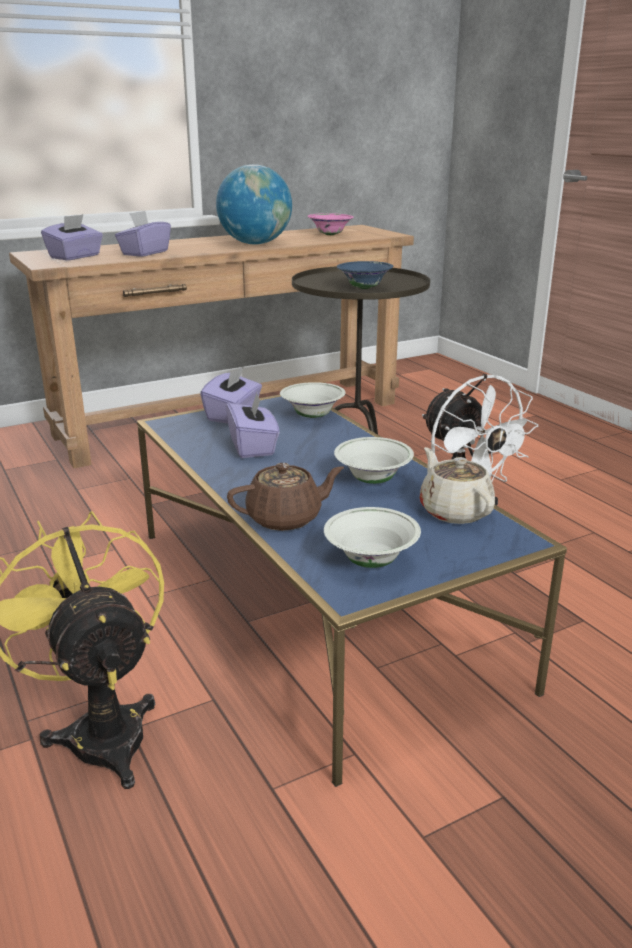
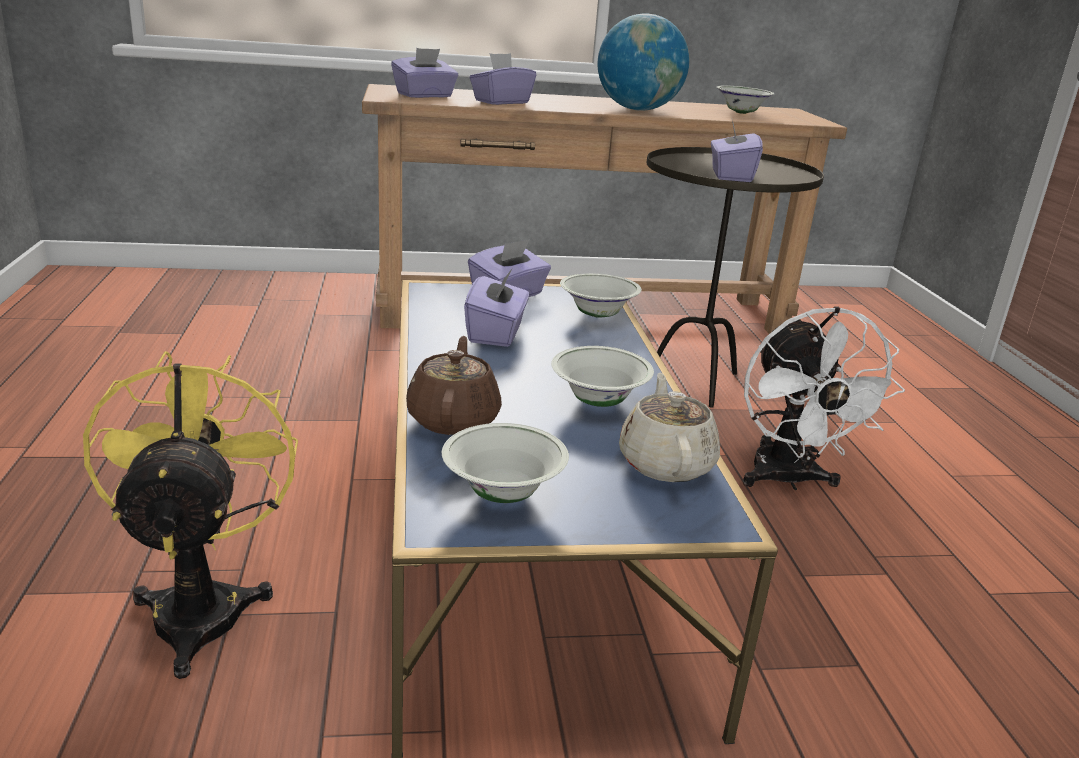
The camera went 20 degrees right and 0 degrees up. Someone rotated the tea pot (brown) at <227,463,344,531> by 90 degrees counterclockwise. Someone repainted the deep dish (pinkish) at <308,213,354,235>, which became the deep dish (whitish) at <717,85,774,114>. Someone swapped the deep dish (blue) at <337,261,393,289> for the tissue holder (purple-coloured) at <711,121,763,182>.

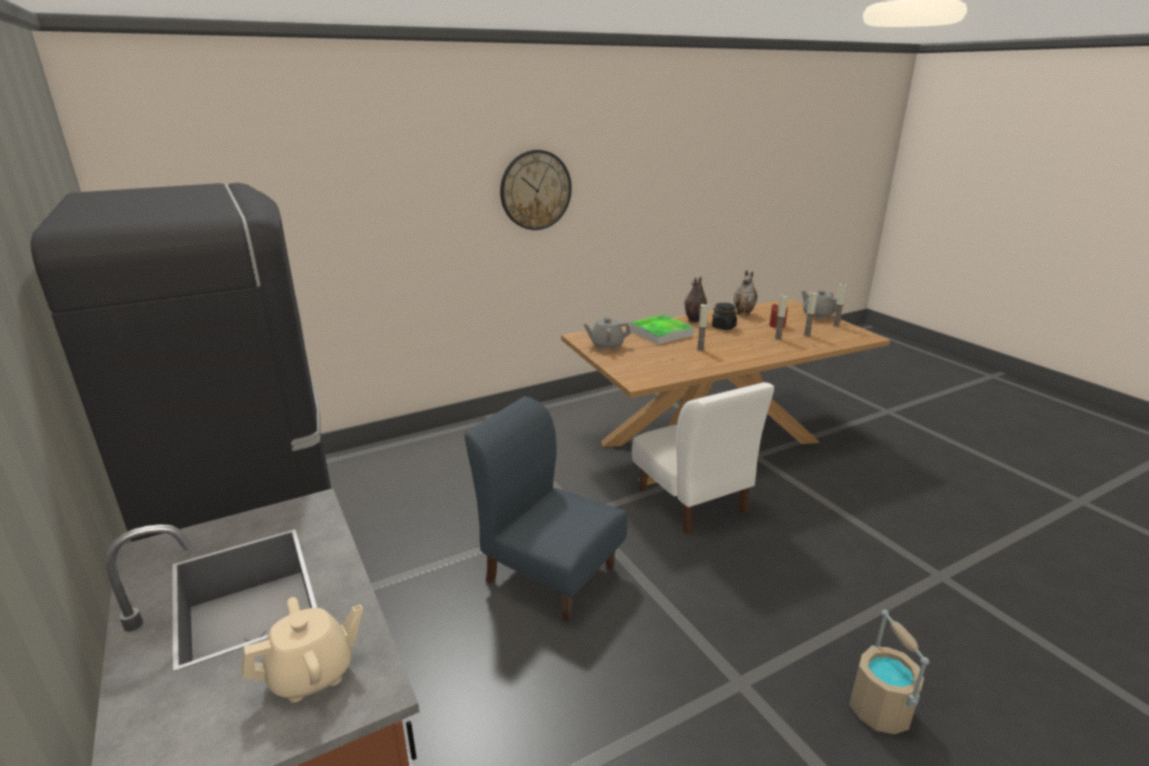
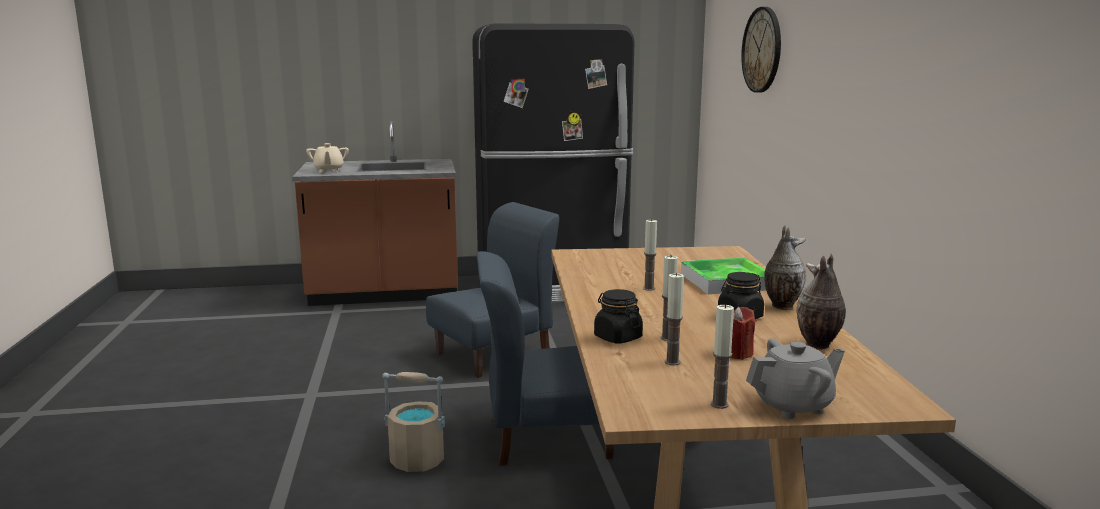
The camera went 110 degrees right and 10 degrees down. Someone carried the hanging clock from <500,150,572,230> to <741,7,781,93>. Someone took away the tea pot (greyish) at <583,316,631,350>. Someone repainted the chair (whitish) at <632,382,774,534>, which became the chair (blue) at <476,251,614,466>. Someone carried the pail (beige-coloured) from <849,610,929,734> to <382,372,445,472>. Someone put down the jar (blackish) at <594,289,643,344>.

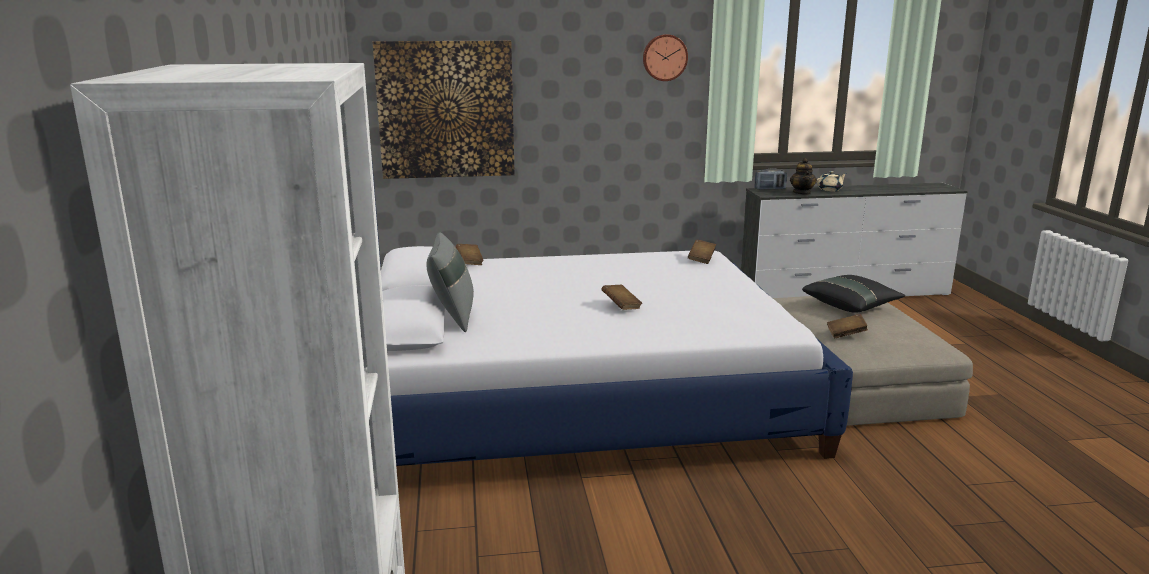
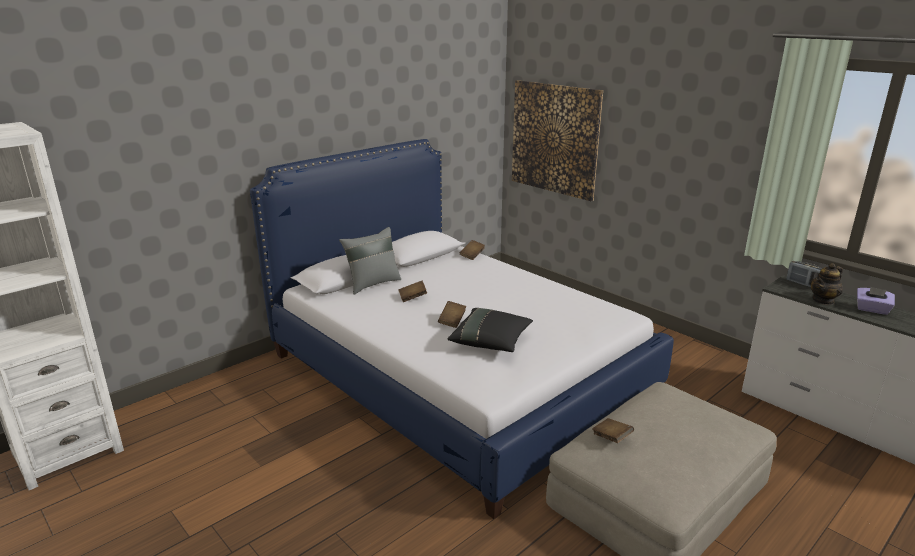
The camera went 55 degrees right and 5 degrees up. Someone took away the hanging clock at <643,34,688,81>. Someone carried the volume (brown) from <688,239,716,264> to <398,281,427,302>. Someone carried the cushion (blackish) from <802,275,905,313> to <447,308,533,352>. Someone swapped the tea pot (beige-coloured) at <816,171,847,191> for the tissue holder (purple-coloured) at <857,287,895,315>.

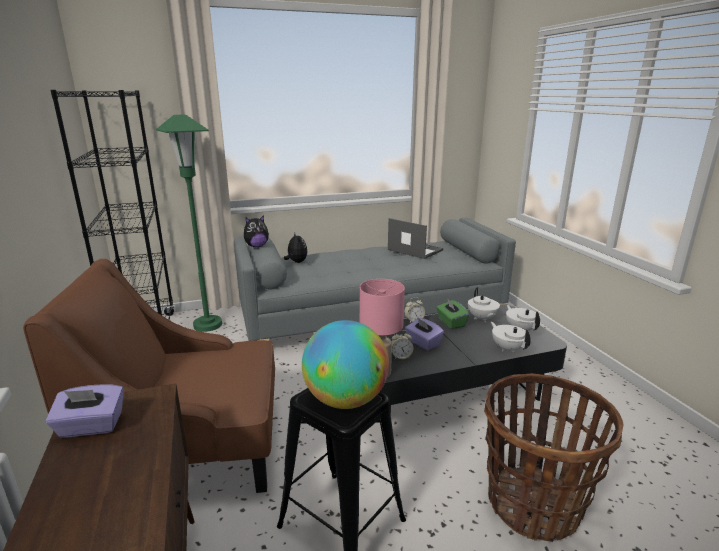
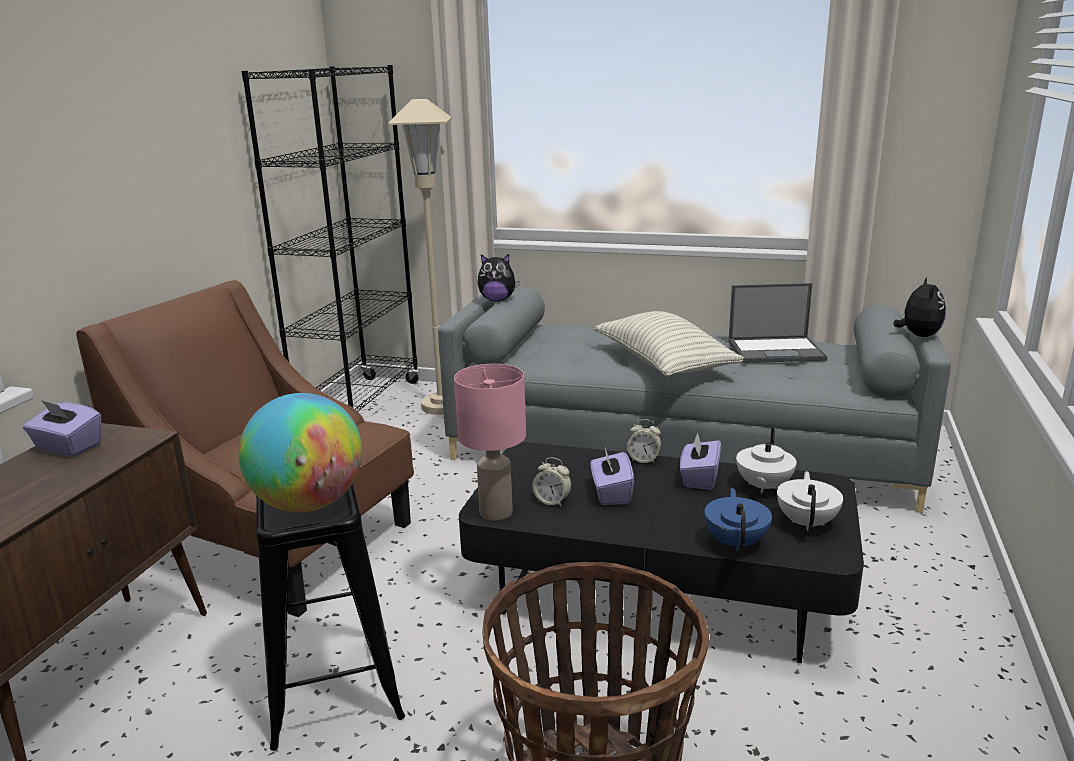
The camera went 35 degrees right and 0 degrees up. Someone repainted the standing lamp (green-coloured) at <156,115,222,332>, which became the standing lamp (beige-coloured) at <387,99,452,415>. Someone carried the soft toy from <284,233,308,263> to <893,277,946,337>. Someone rotated the laptop at <388,218,443,259> by 105 degrees clockwise. Someone repainted the tissue holder (green-coloured) at <436,298,469,329>, which became the tissue holder (purple-coloured) at <680,432,721,490>. Someone repainted the tea pot (whitish) at <491,322,531,353>, which became the tea pot (blue) at <705,488,772,552>. Someone put down the cushion at <594,311,744,377>.

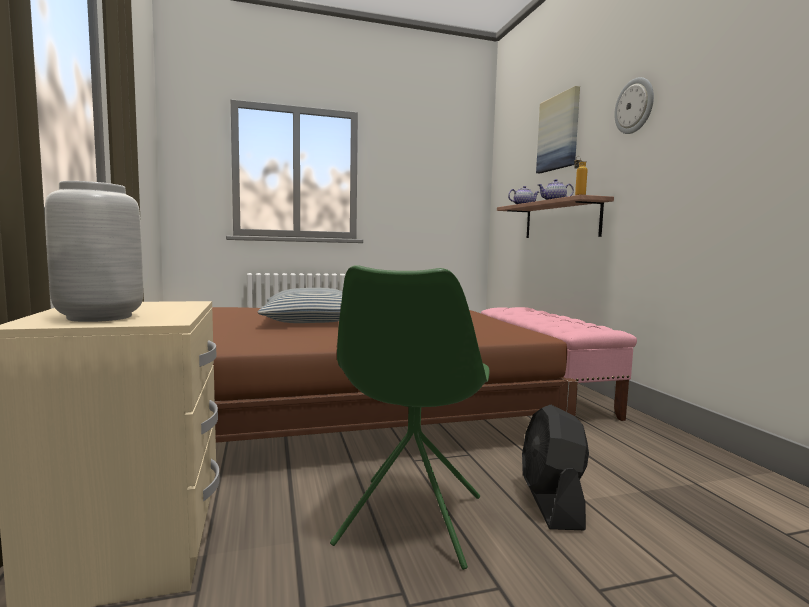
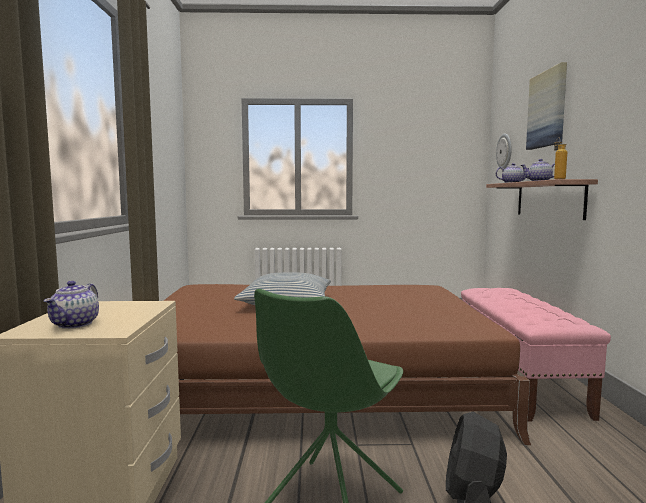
The camera went 15 degrees right and 0 degrees up. Someone swapped the flower vase (greyish) at <45,181,143,322> for the tea pot at <44,281,99,329>. Someone carried the hanging clock from <614,77,654,134> to <496,134,512,169>.

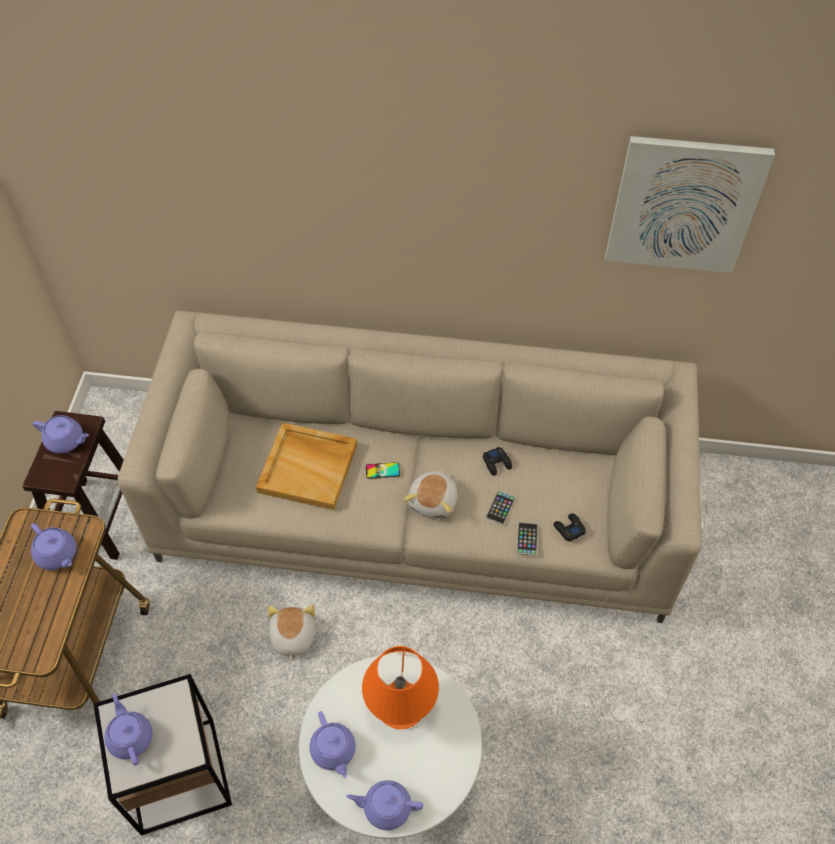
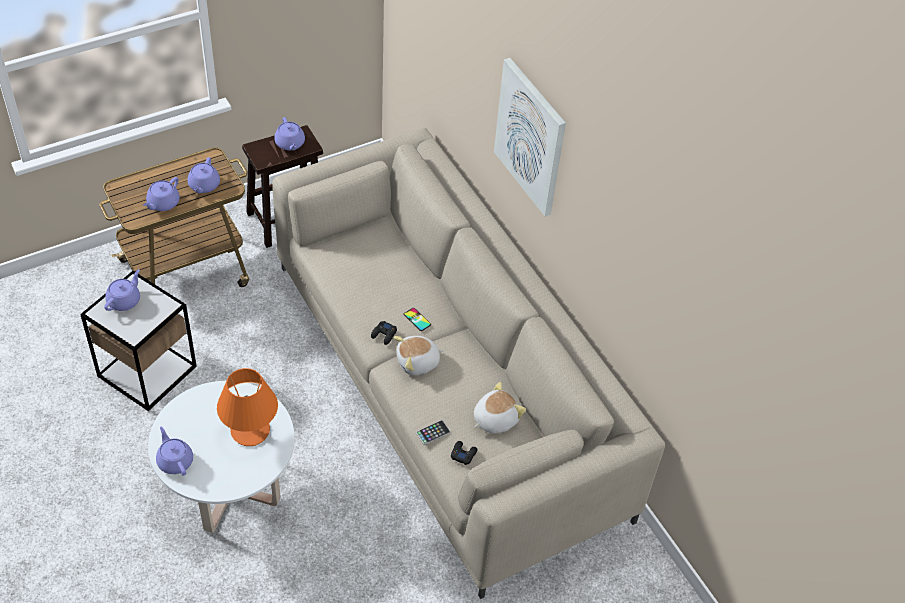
The camera went 50 degrees right and 5 degrees down. Someone took away the carrying tray (beige-coloured) at <256,423,357,510>. Someone carried the soft toy from <268,605,315,663> to <474,382,526,434>. Someone carried the tea pot (purple-coloured) from <309,711,356,778> to <143,177,180,211>. Someone carried the joypad (blackish) from <483,447,512,476> to <371,321,397,345>. Someone took away the telephone at <486,491,515,525>. Someone carried the wall picture from <605,136,775,273> to <494,58,566,217>.

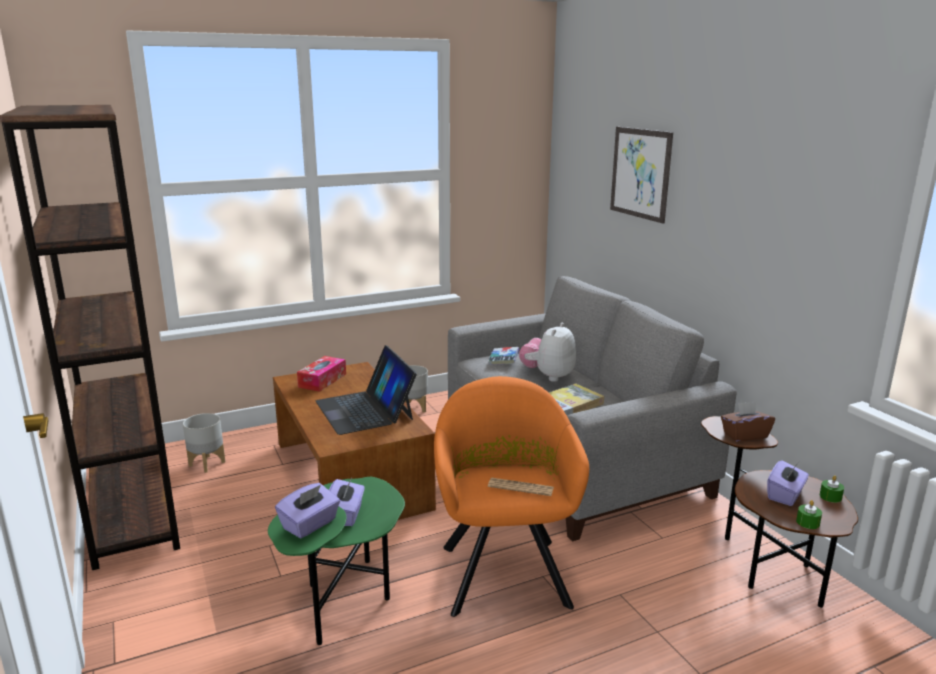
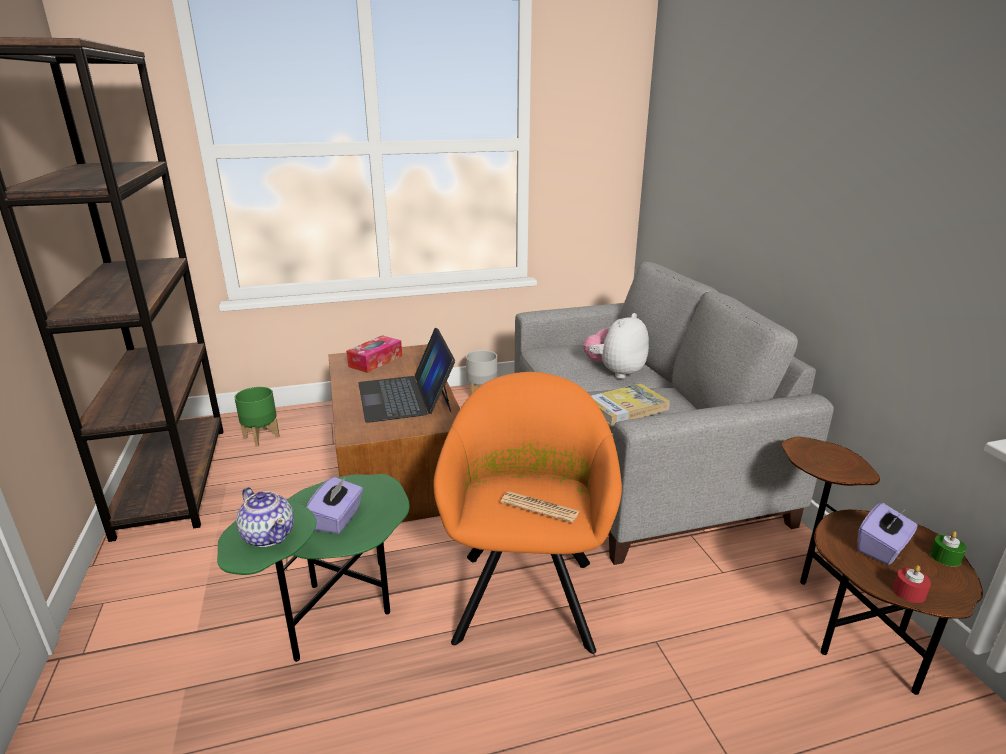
The camera went 10 degrees right and 5 degrees up. Someone repainted the plant pot (greyish) at <183,413,225,473>, which became the plant pot (green-coloured) at <234,387,280,446>. Someone swapped the tissue holder (purple-coloured) at <275,483,340,539> for the tea pot at <236,487,294,547>. Someone took away the volume at <488,347,519,365>. Someone took away the wall picture at <610,127,673,224>. Someone took away the tissue holder (brown) at <721,401,775,442>. Someone repainted the wax candle (green-coloured) at <796,500,822,529>, which became the wax candle (reddish) at <893,565,931,603>.

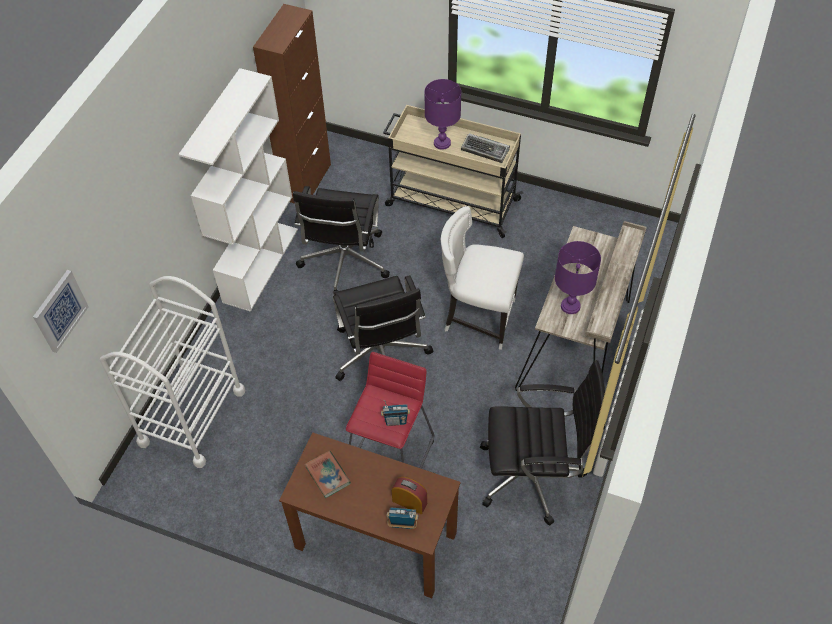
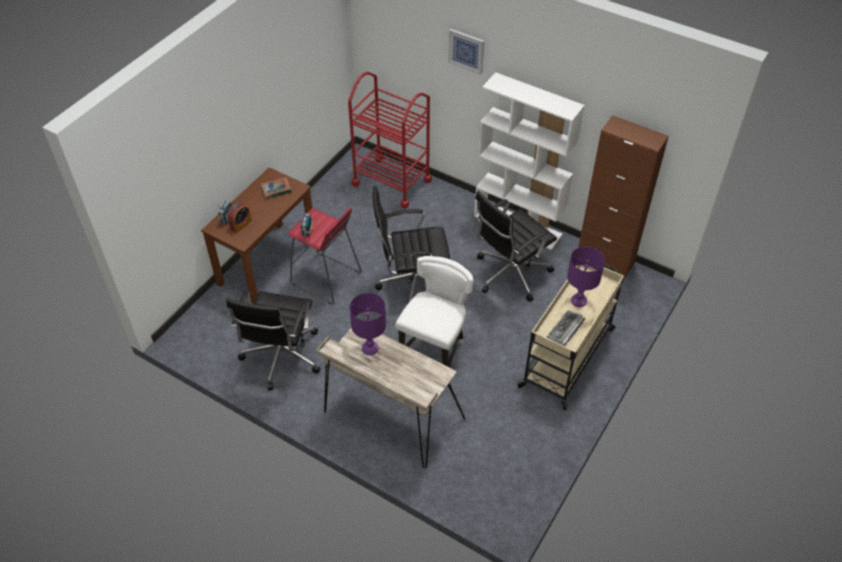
The camera went 100 degrees right and 5 degrees down. Someone carried the wall picture from <33,270,89,353> to <448,29,484,75>. Someone repainted the wheeled cart (whitish) at <100,276,245,468>, which became the wheeled cart (reddish) at <348,72,432,209>. Someone rotated the office chair (blackish) at <293,186,390,294> by 60 degrees counterclockwise.

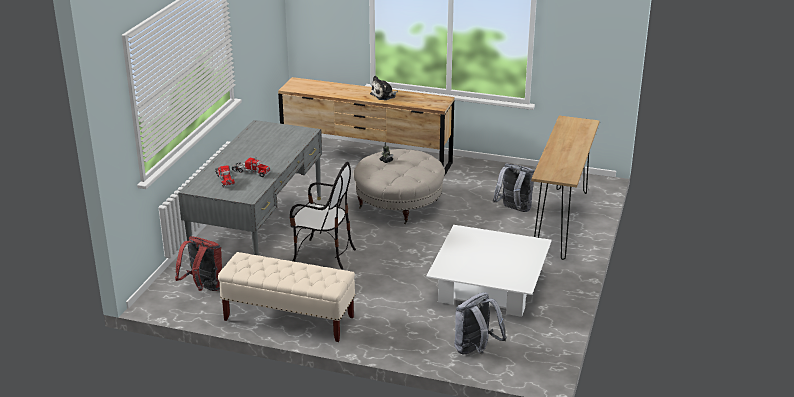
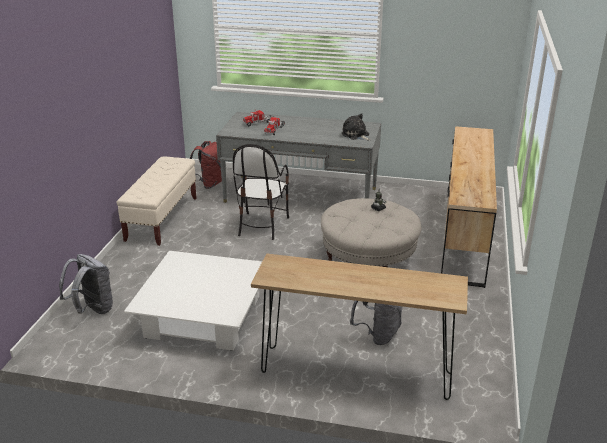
The camera went 85 degrees right and 0 degrees up. Someone carried the soft toy from <370,76,398,100> to <342,113,370,141>.

